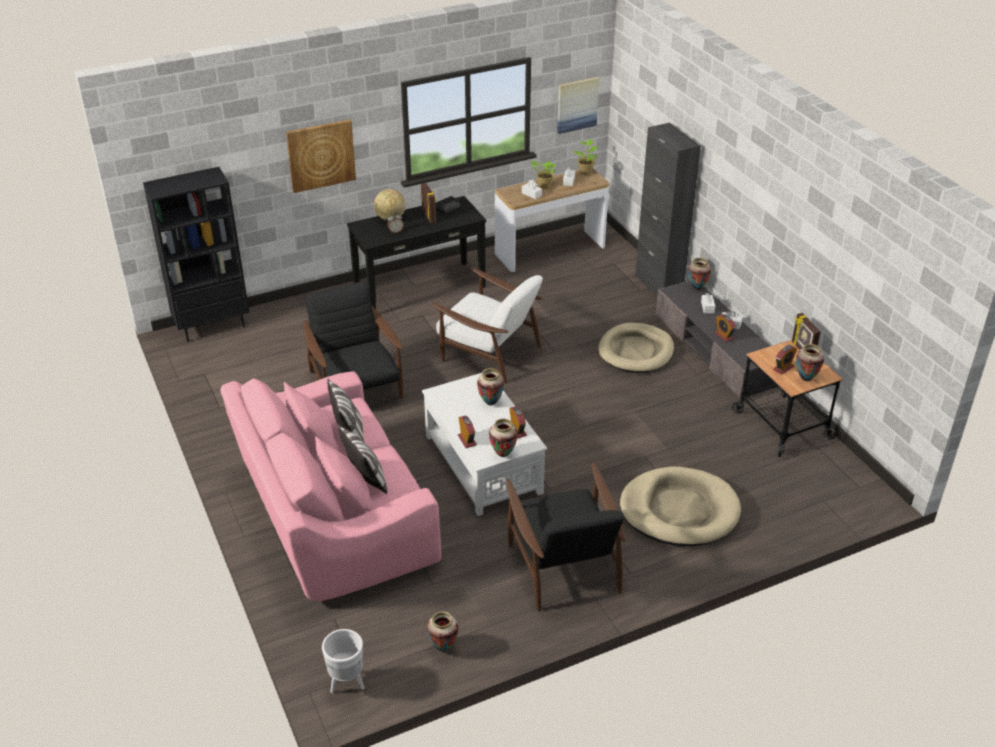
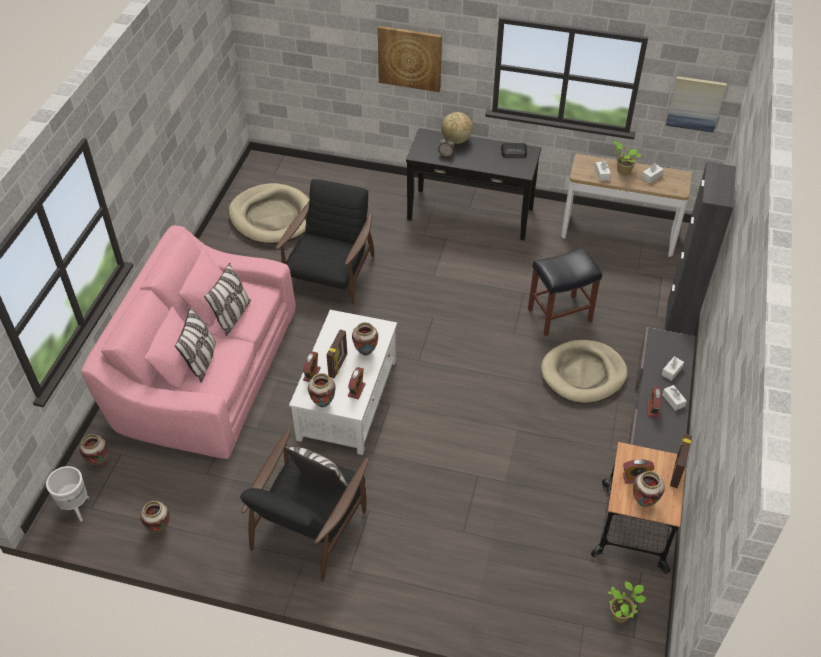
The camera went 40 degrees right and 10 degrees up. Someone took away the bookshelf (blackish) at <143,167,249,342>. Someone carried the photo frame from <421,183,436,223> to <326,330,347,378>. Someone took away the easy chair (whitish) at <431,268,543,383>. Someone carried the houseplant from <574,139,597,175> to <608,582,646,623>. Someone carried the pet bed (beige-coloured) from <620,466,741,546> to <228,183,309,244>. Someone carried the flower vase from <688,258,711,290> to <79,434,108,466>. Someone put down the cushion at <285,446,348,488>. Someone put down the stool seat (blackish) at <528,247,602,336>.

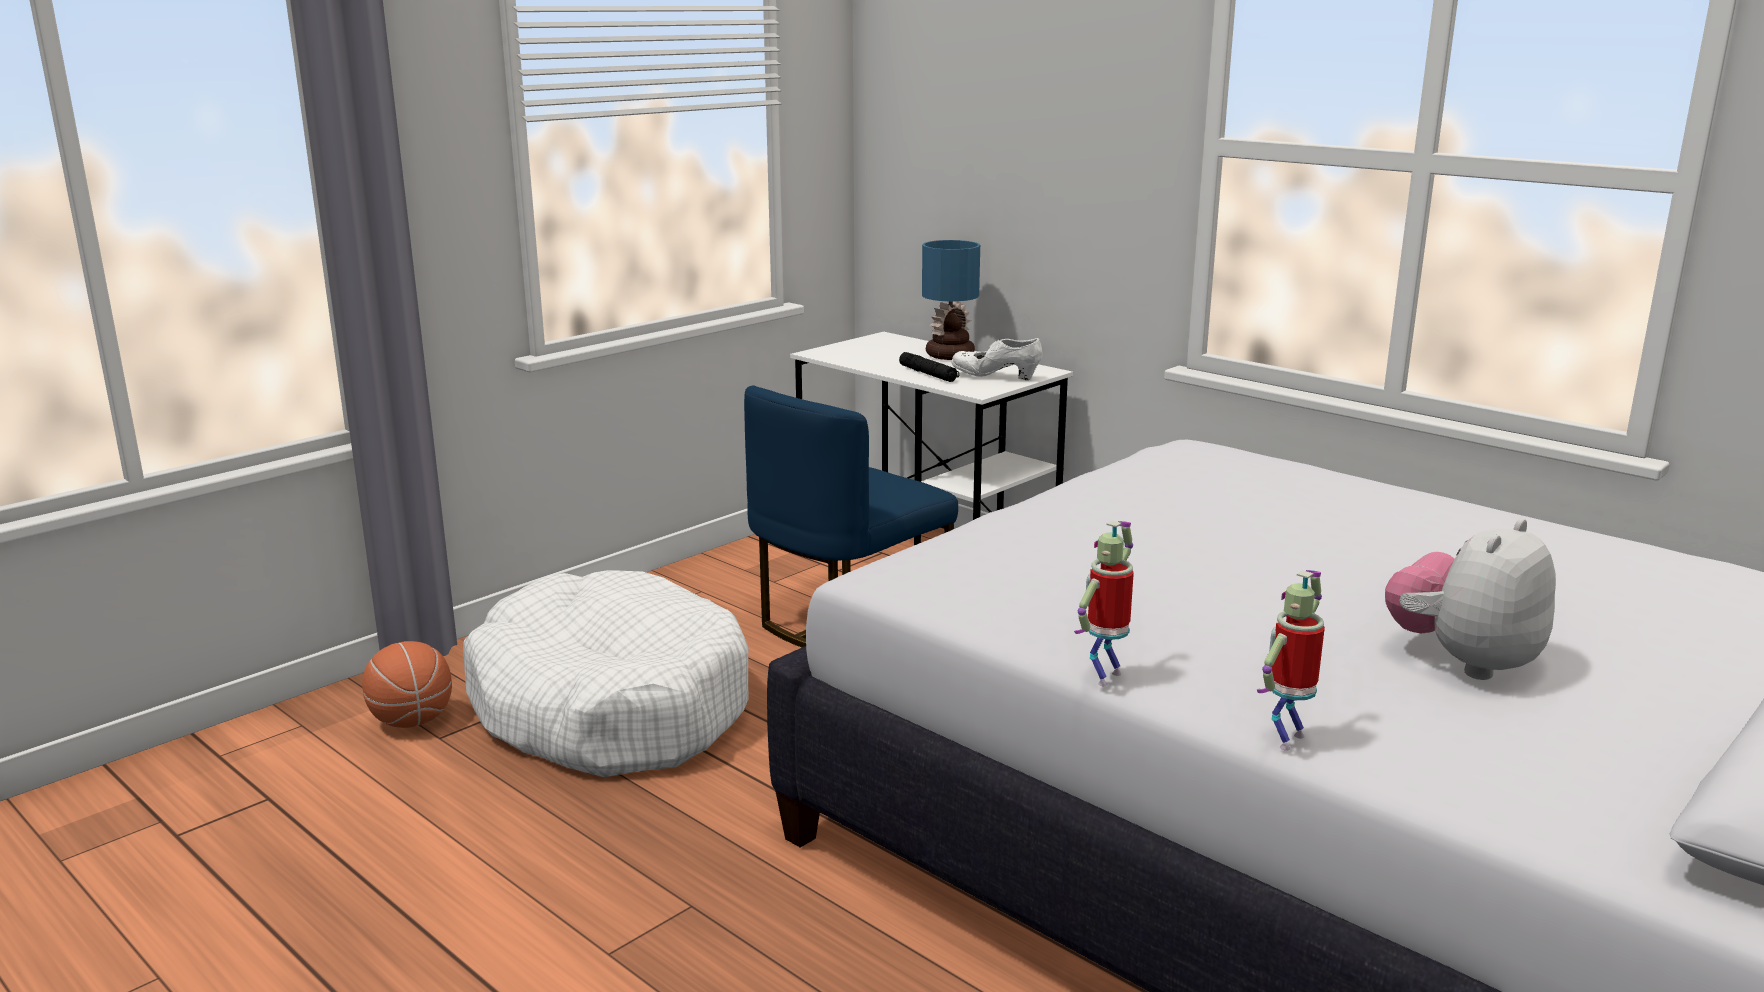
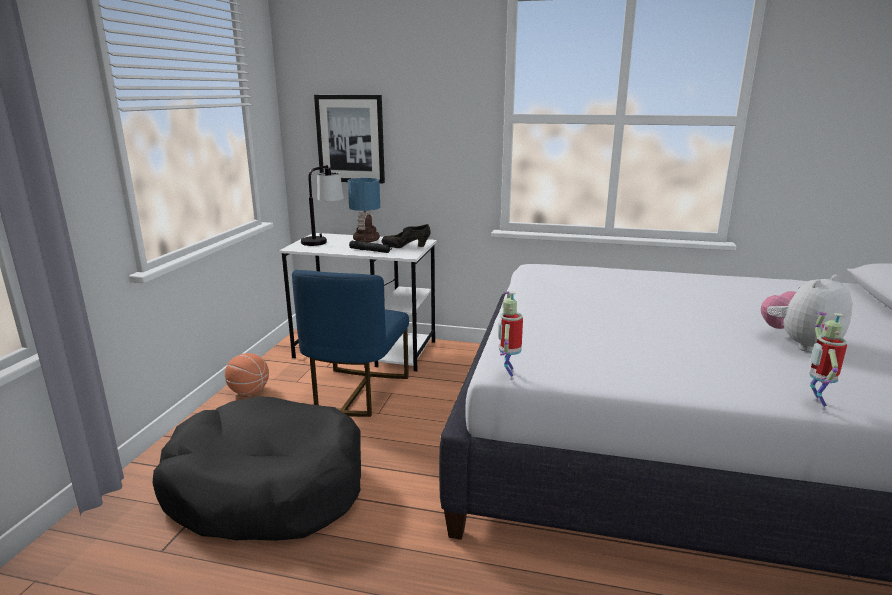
The camera went 30 degrees left and 0 degrees up. Someone carried the basketball from <362,641,452,728> to <225,353,269,395>. Someone repainted the pet bed (whitish) at <463,570,749,777>, which became the pet bed (blackish) at <152,396,361,541>. Someone repainted the shoe (whitish) at <951,338,1043,380>, which became the shoe (blackish) at <381,224,430,248>. Someone carried the model robot from <1074,521,1134,686> to <498,291,523,380>. Someone rotated the soft toy at <1385,518,1556,680> by 45 degrees clockwise. Someone put down the tabletop lamp at <301,165,344,246>. Someone put up the wall picture at <314,95,385,183>.

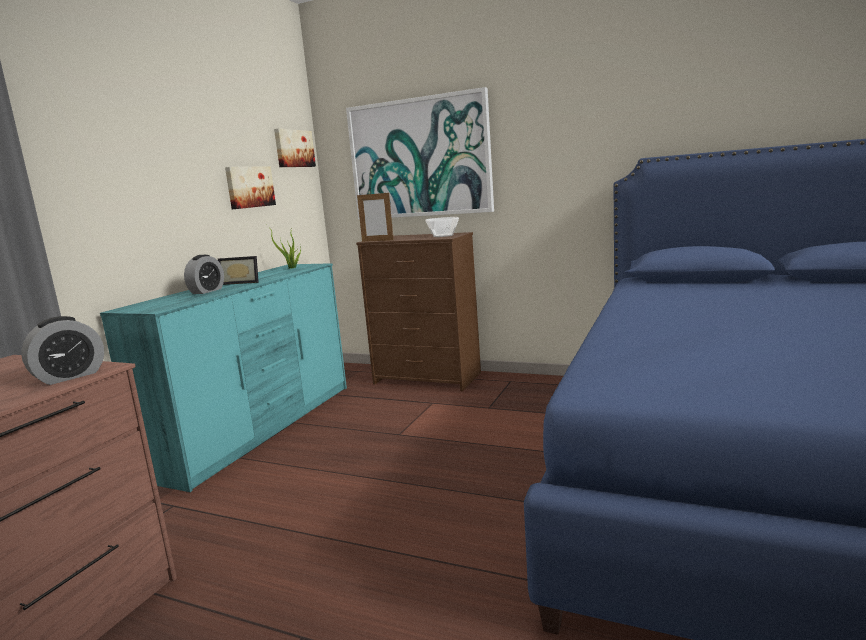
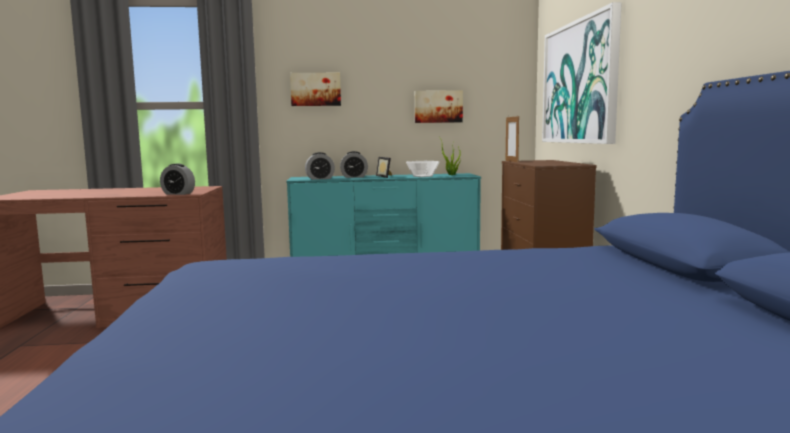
The camera went 60 degrees right and 5 degrees down. Someone carried the wall picture from <274,128,316,167> to <290,73,341,106>. Someone carried the deep dish from <425,217,459,237> to <406,161,439,177>. Someone put down the bedside clock at <305,152,335,180>.

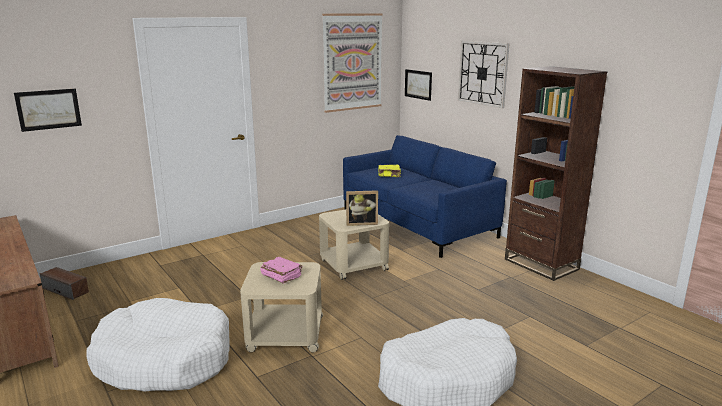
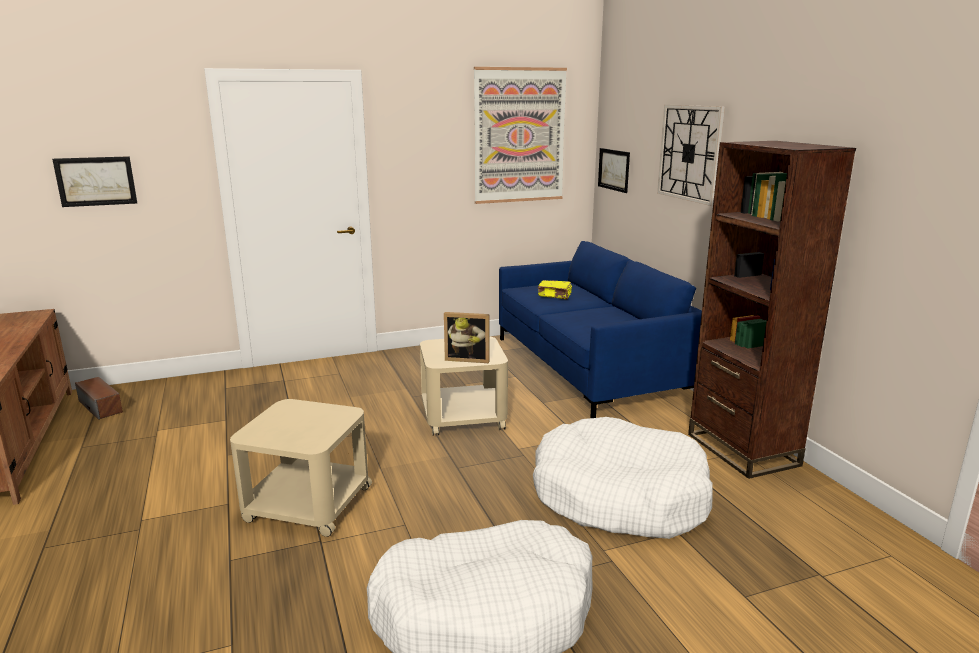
The camera went 15 degrees right and 0 degrees up. Someone carried the pet bed (whitish) from <86,298,230,391> to <533,417,712,539>. Someone took away the volume (pinkish) at <260,257,303,283>.

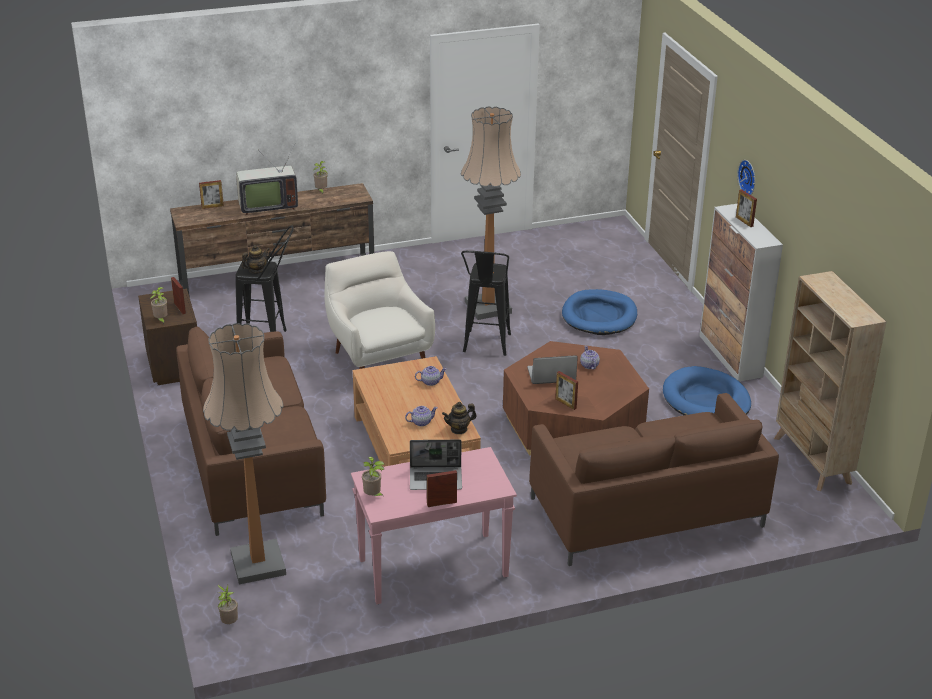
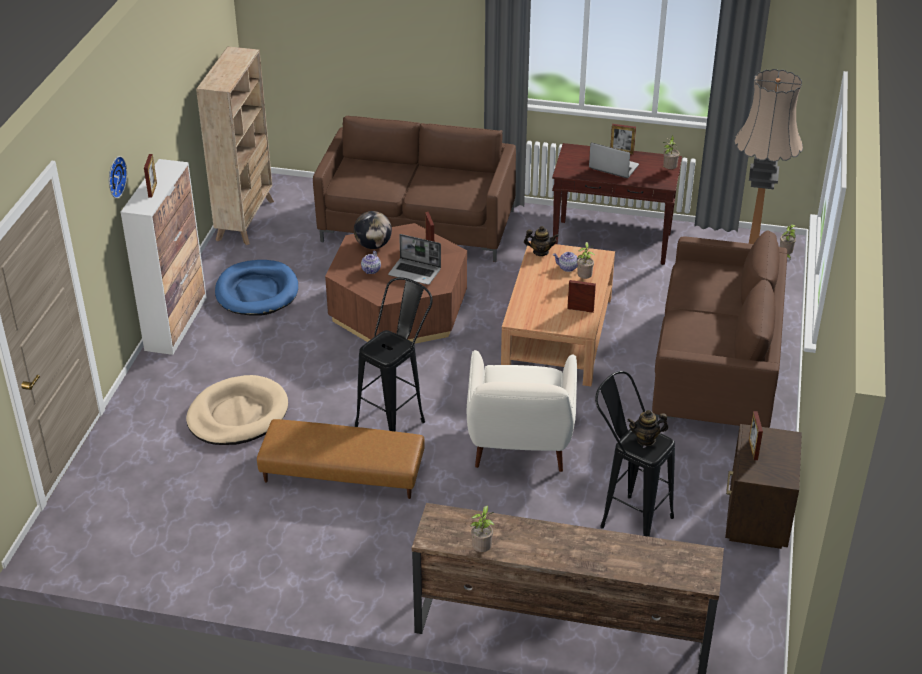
The camera went 150 degrees left and 5 degrees up. Someone carried the houseplant from <150,287,167,324> to <577,242,595,279>. Someone carried the photo frame from <199,180,224,209> to <567,280,596,313>. Someone took away the TV set at <236,145,298,215>. Someone repainted the console table (pinkish) at <351,447,517,604>, which became the console table (brown) at <552,143,682,265>. Someone took away the tea pot at <415,366,447,386>. Someone swapped the standing lamp at <461,106,521,320> for the ottoman (brown) at <257,419,424,499>. Someone repainted the pet bed (blue) at <562,289,637,335>, which became the pet bed (beige-coloured) at <186,375,288,445>. Someone put down the globe at <354,211,392,249>.

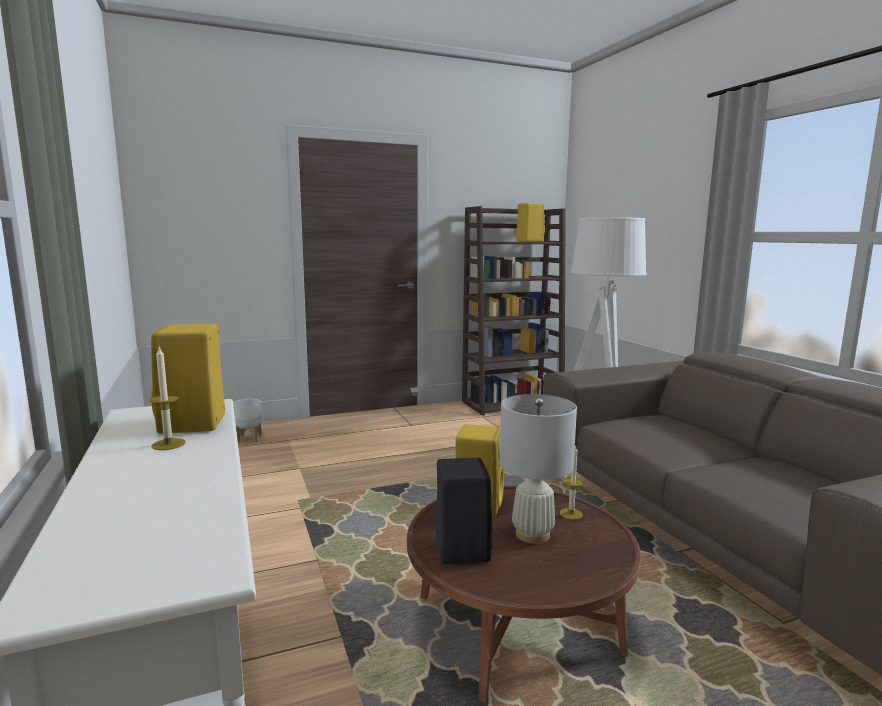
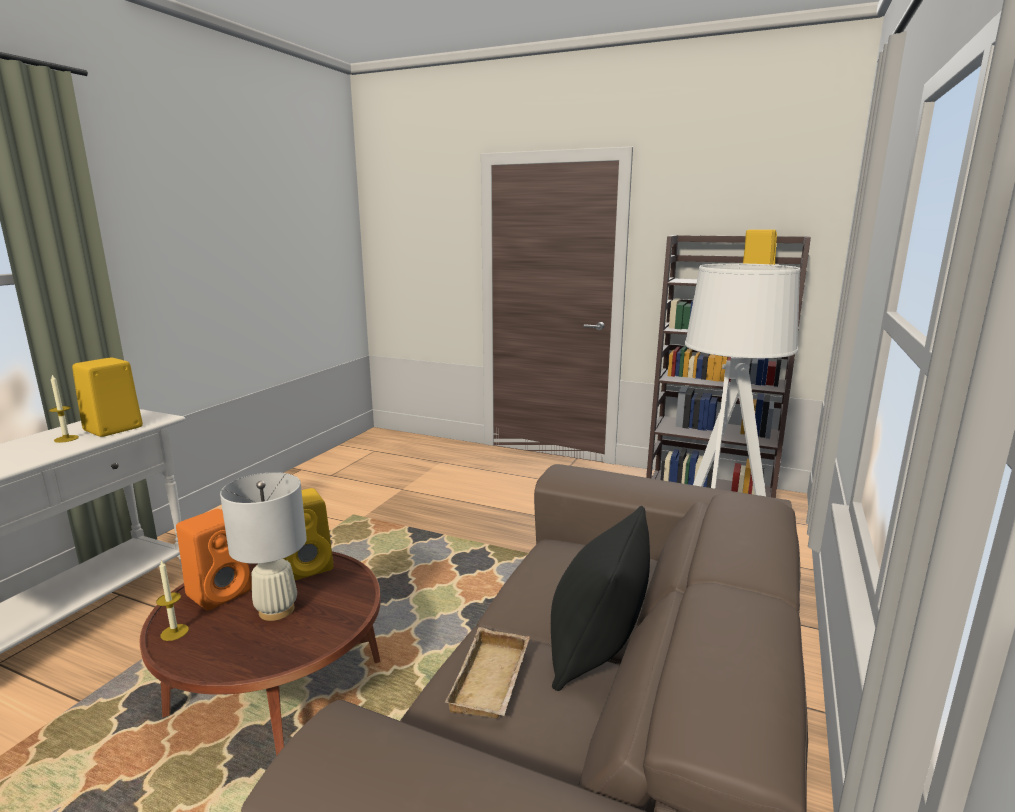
The camera went 45 degrees right and 5 degrees up. Someone took away the plant pot (whitish) at <233,399,262,442>. Someone repainted the speaker (blackish) at <436,458,494,564>, which became the speaker (orangey) at <176,509,252,611>. Someone carried the wax candle from <560,445,583,520> to <156,560,189,641>. Someone put down the carrying tray (beige-coloured) at <445,627,530,718>. Someone put down the cushion (blackish) at <551,506,650,691>.

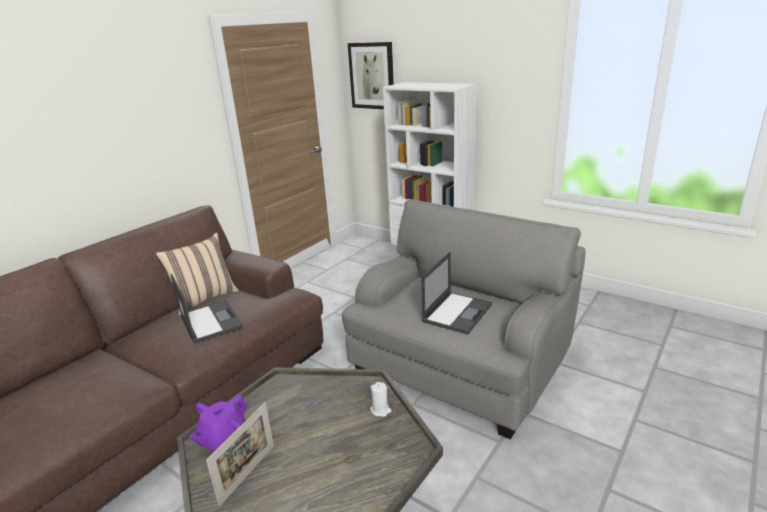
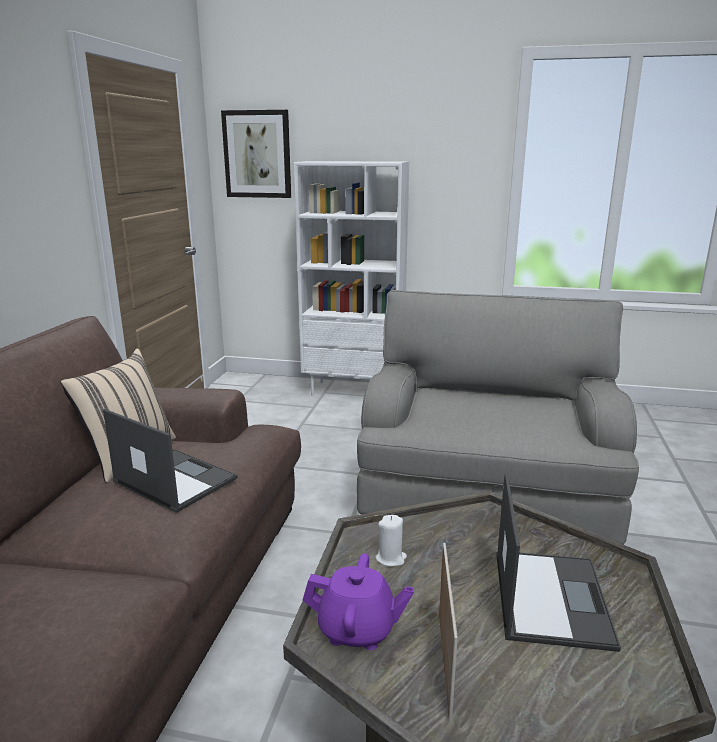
The camera went 25 degrees left and 5 degrees down. Someone rotated the tea pot (purple-coloured) at <189,395,248,452> by 90 degrees counterclockwise. Someone carried the wax candle (whitish) from <370,382,392,417> to <375,515,407,567>. Someone carried the laptop from <421,252,492,334> to <496,473,621,652>.

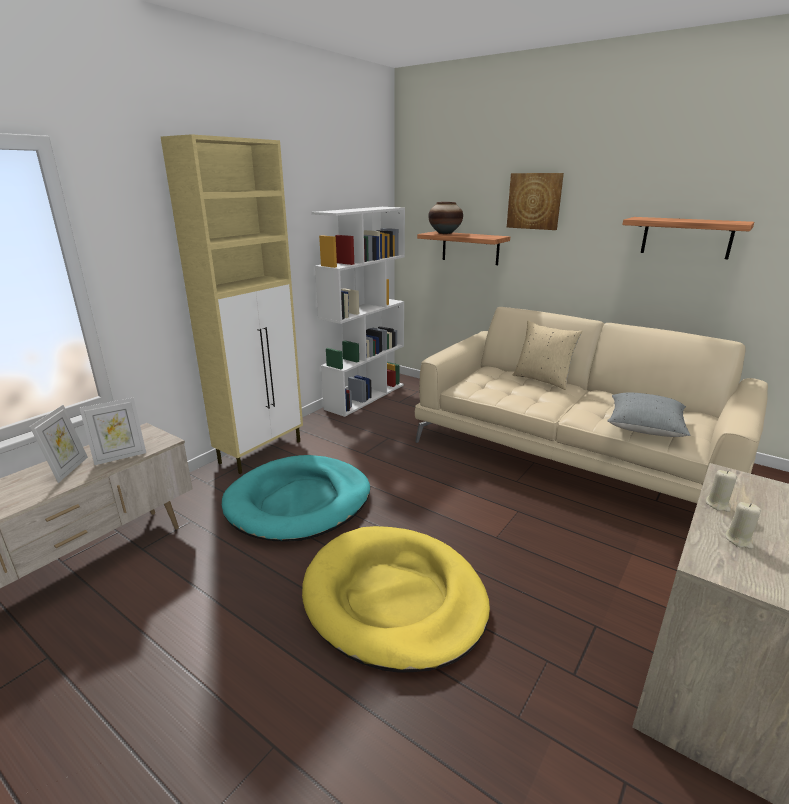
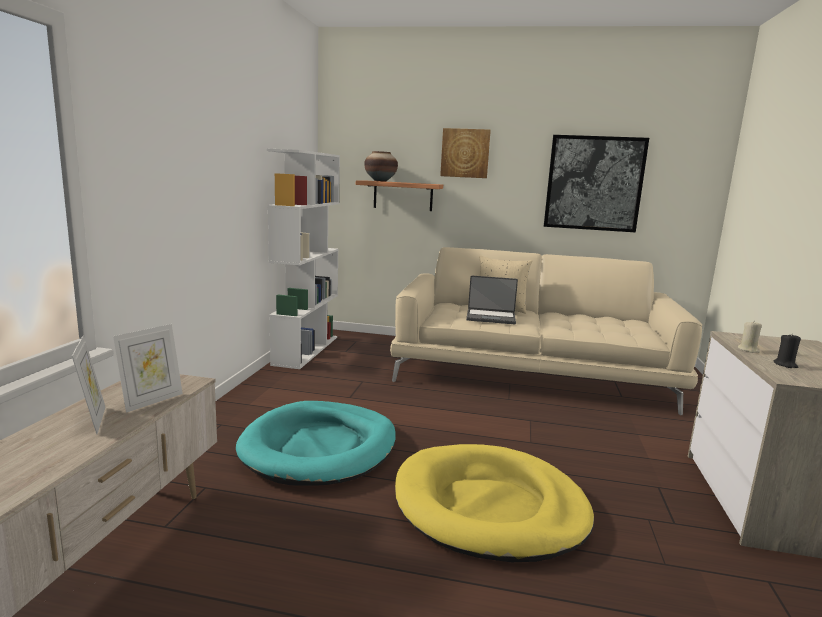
The camera went 25 degrees left and 10 degrees down. Someone took away the storage cabinet (beige-coloured) at <161,134,303,474>. Someone took away the cushion (greyish) at <607,393,690,437>. Someone swapped the bracket shelf at <622,217,754,259> for the wall picture at <544,135,649,232>. Someone repainted the wax candle (beige-coloured) at <725,502,761,549>, which became the wax candle (blackish) at <774,333,801,368>. Someone put down the laptop at <466,276,518,324>.

